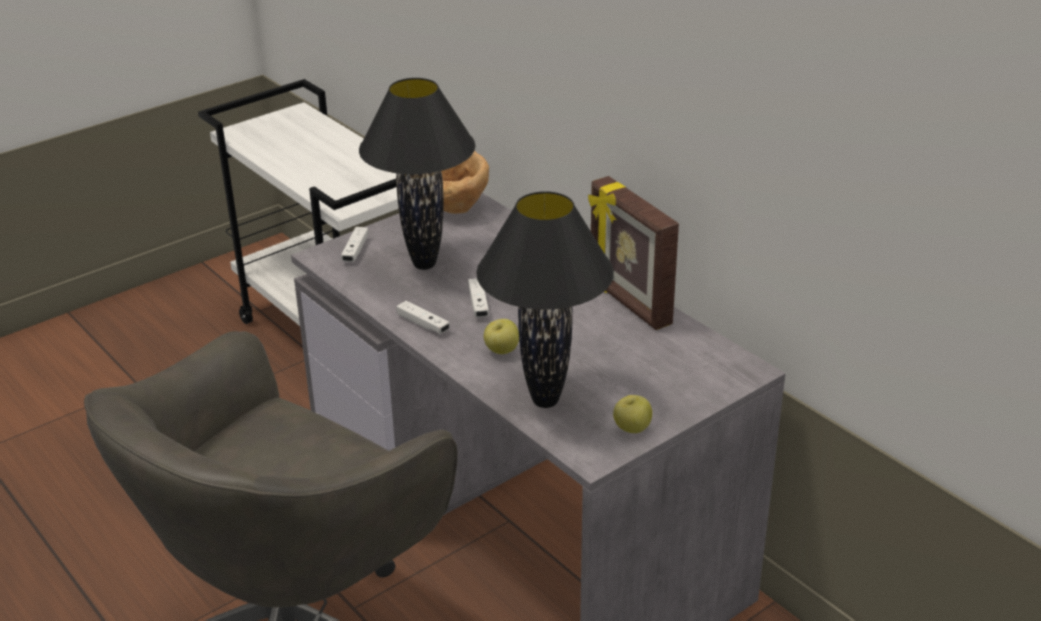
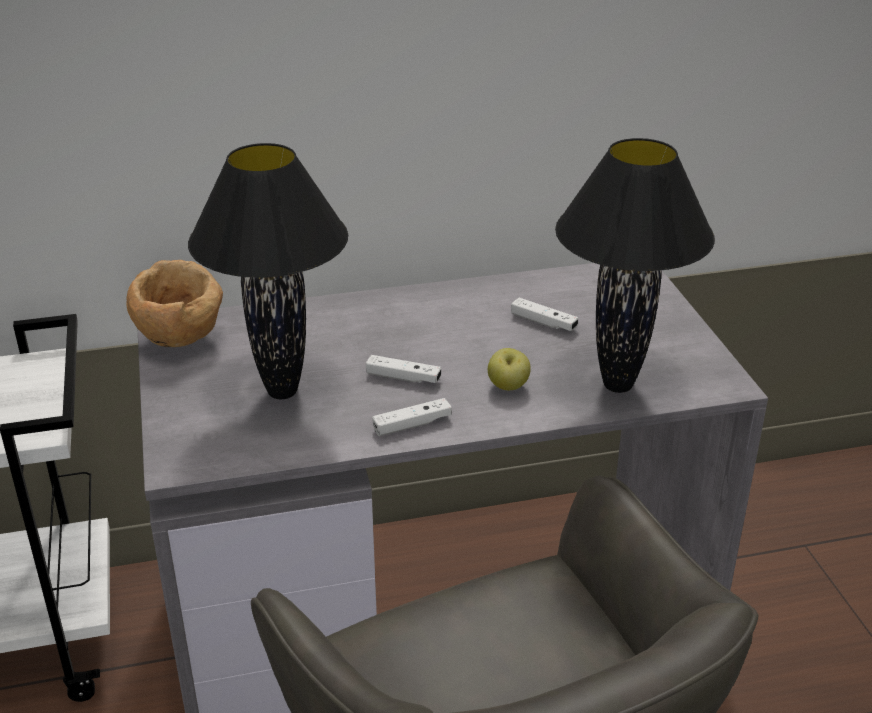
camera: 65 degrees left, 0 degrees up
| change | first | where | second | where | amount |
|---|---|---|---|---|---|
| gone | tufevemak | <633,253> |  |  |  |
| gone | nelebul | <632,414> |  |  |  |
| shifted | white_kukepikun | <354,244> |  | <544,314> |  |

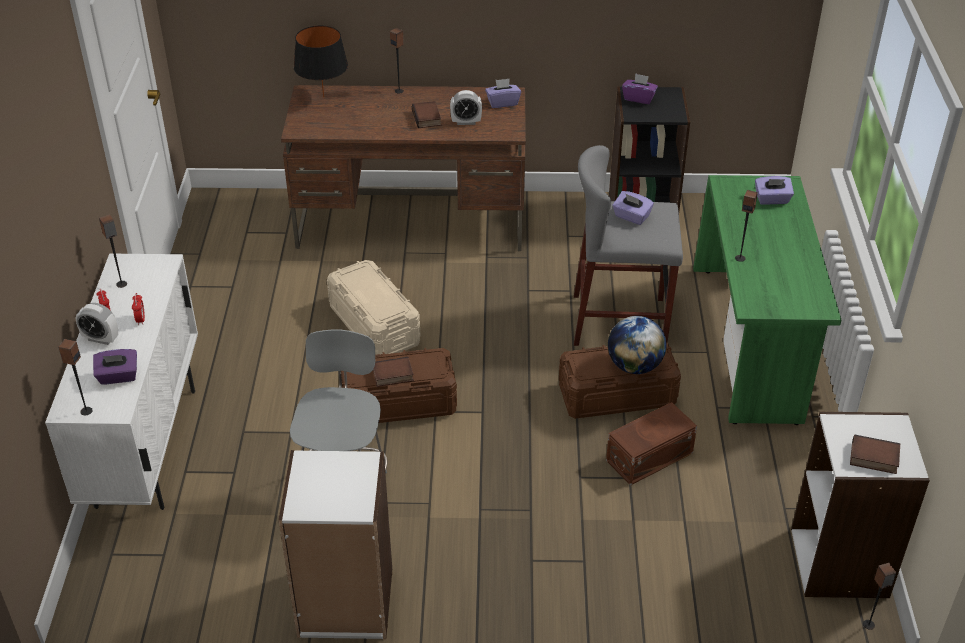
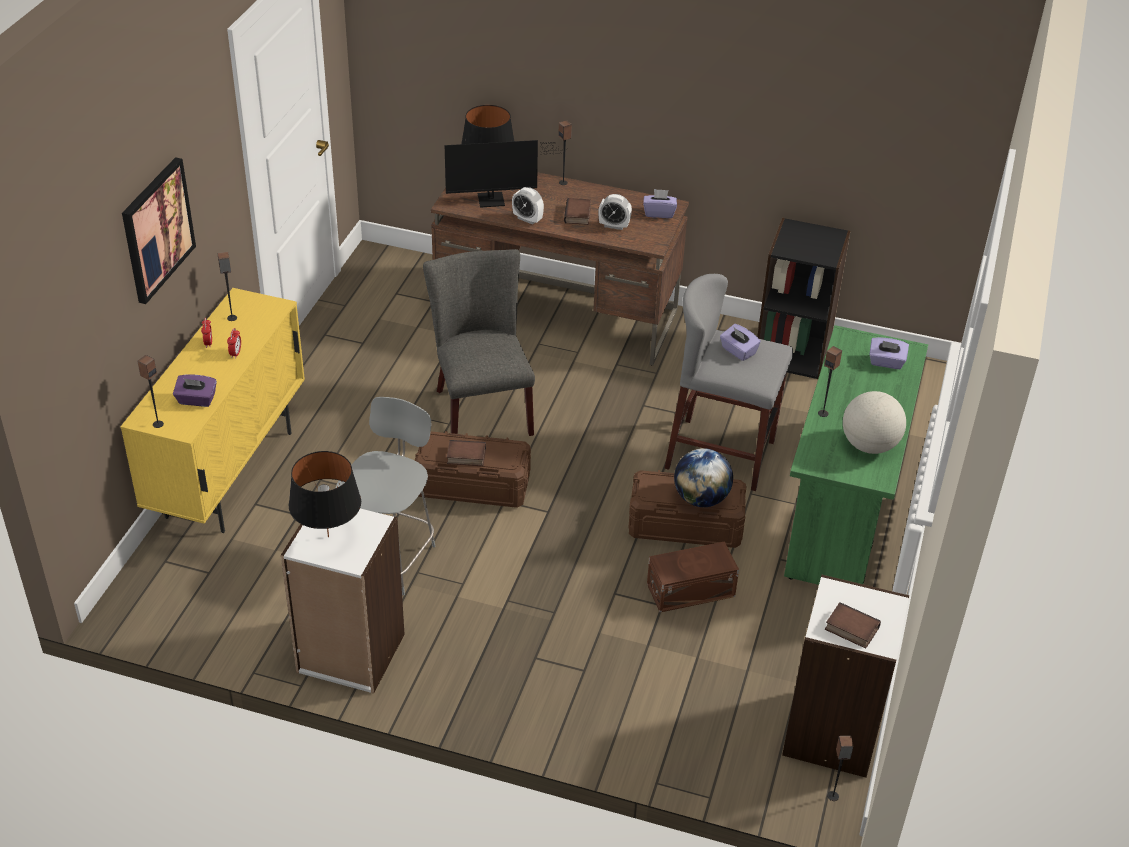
camera: 15 degrees right, 0 degrees up
| change | first | where | second | where | amount |
|---|---|---|---|---|---|
| gone | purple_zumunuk | <640,88> |  |  |  |
| new |  |  | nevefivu | <159,230> |  |
| new |  |  | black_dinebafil | <324,494> |  |
| new |  |  | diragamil | <506,174> |  |
| new |  |  | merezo | <874,422> |  |
| shifted | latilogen | <97,324> |  | <528,206> |  |
| swapped | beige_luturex | <373,307> | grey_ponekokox | <479,342> |  |
| repainted | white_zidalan | <121,382> | yellow_zidalan | <212,410> |  |

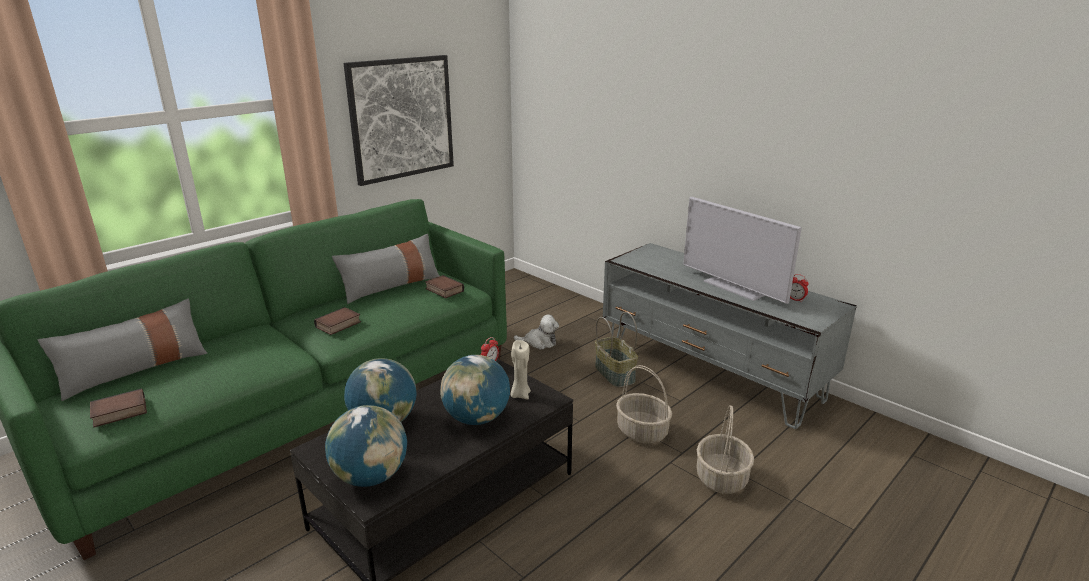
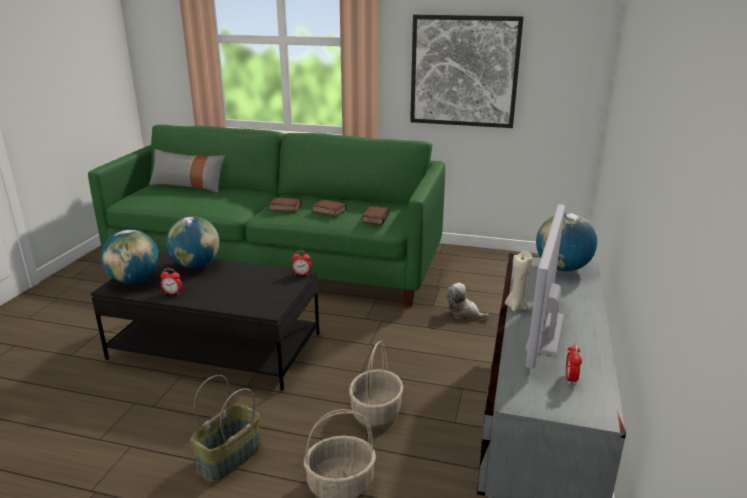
camera: 60 degrees right, 0 degrees up
| change | first | where | second | where | amount |
|---|---|---|---|---|---|
| gone | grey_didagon | <385,269> |  |  |  |
| new |  |  | latilogen | <171,282> |  |
| shifted | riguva | <118,407> |  | <329,208> |  |
| shifted | merezo | <475,390> |  | <566,242> |  |
| shifted | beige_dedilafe | <520,369> |  | <518,281> |  |
| shifted | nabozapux | <616,350> |  | <225,428> |  |
| rotated | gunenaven | <536,332> |  | <467,301> | 150 degrees clockwise |

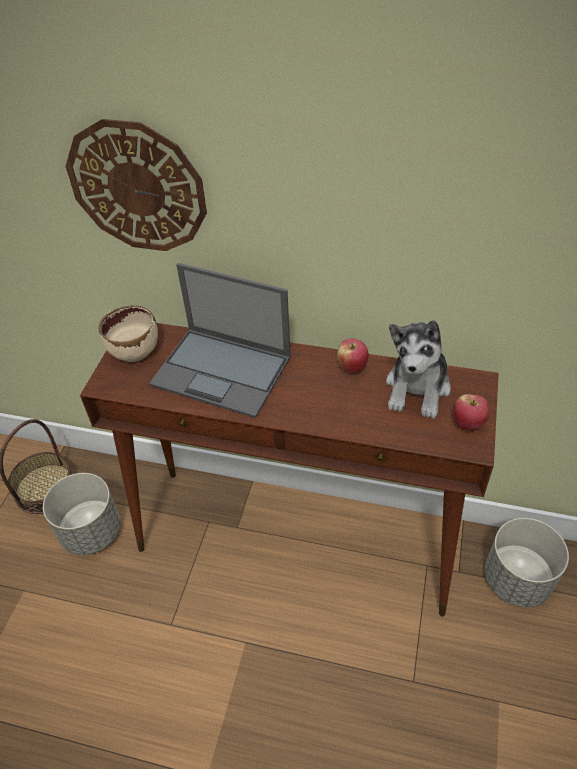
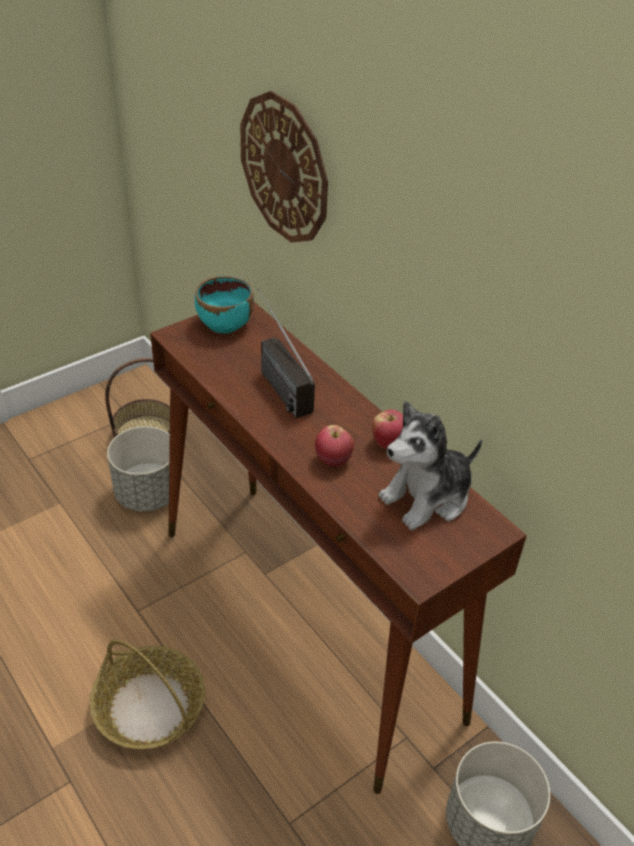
camera: 35 degrees right, 5 degrees down
| change | first | where | second | where | amount |
|---|---|---|---|---|---|
| new |  |  | nabozapux | <147,694> |  |
| shifted | nelebul | <471,412> |  | <334,446> |  |
| swapped | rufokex | <220,340> | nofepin | <286,353> |  |
| repainted | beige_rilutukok | <128,333> | turquoise_rilutukok | <224,304> |  |

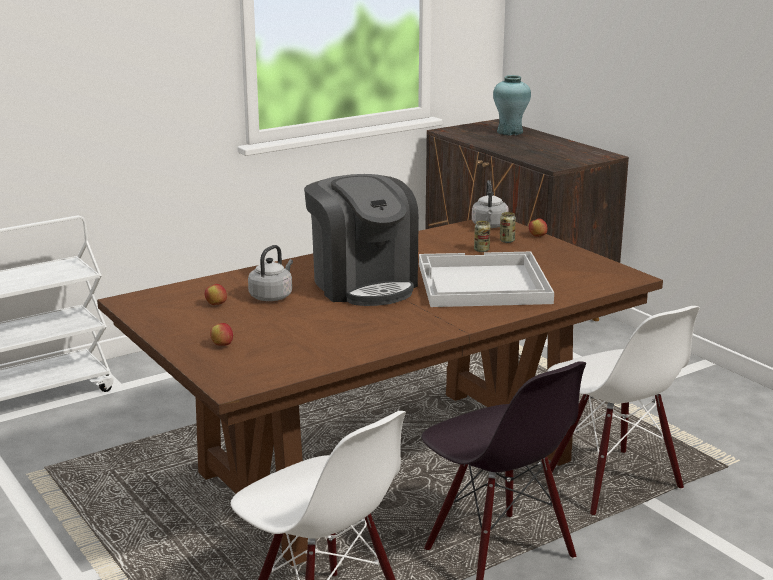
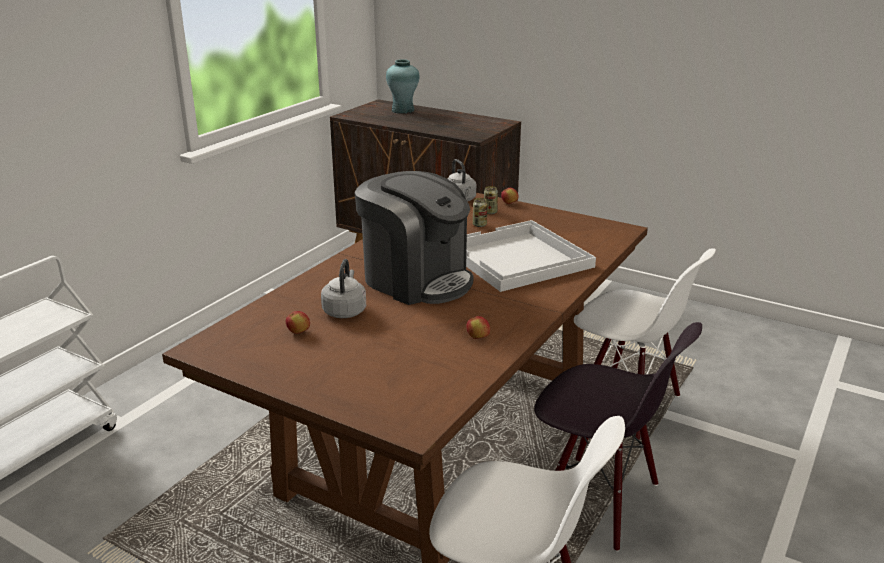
camera: 25 degrees left, 5 degrees up
| change | first | where | second | where | amount |
|---|---|---|---|---|---|
| shifted | nelebul | <221,334> |  | <478,327> |  |

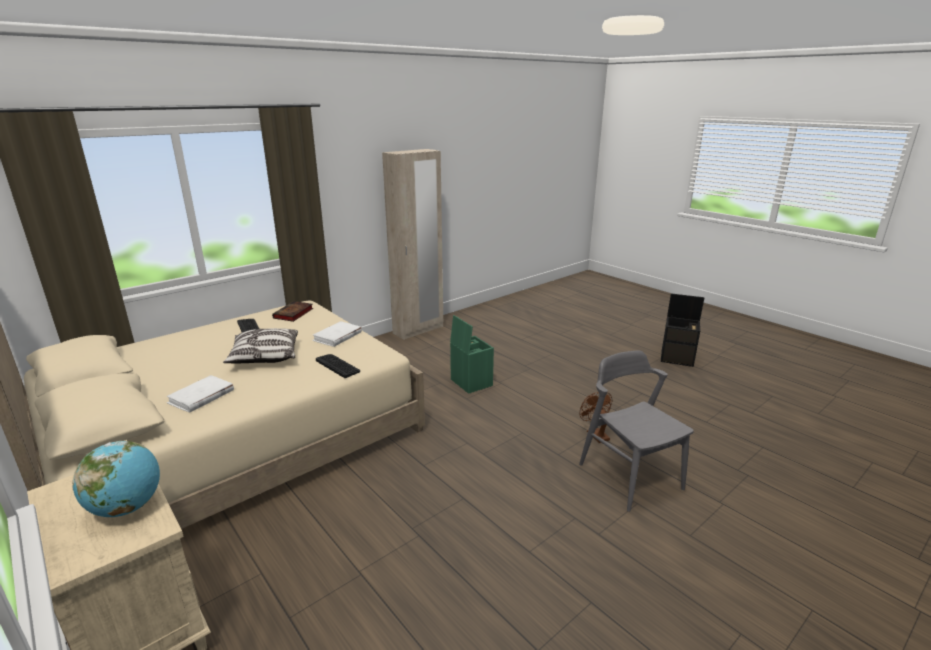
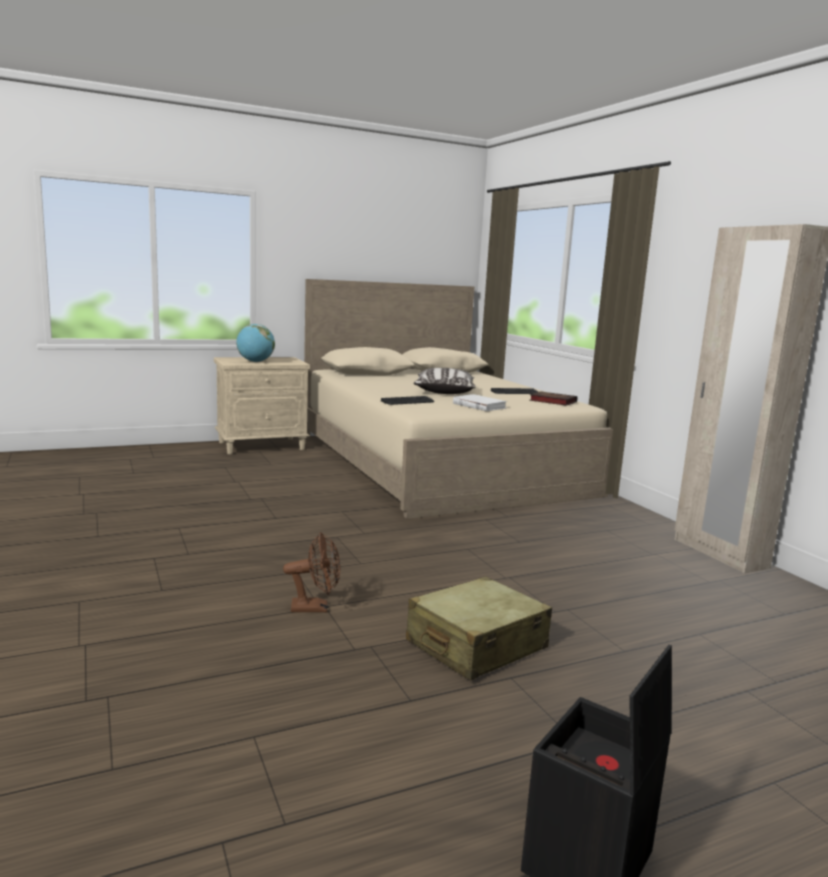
camera: 105 degrees right, 10 degrees down
| change | first | where | second | where | amount |
|---|---|---|---|---|---|
| gone | white_riguva | <200,394> |  |  |  |
| gone | green_luturex | <472,354> |  |  |  |
| gone | grey_ponekokox | <636,431> |  |  |  |
| new |  |  | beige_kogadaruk | <479,628> |  |

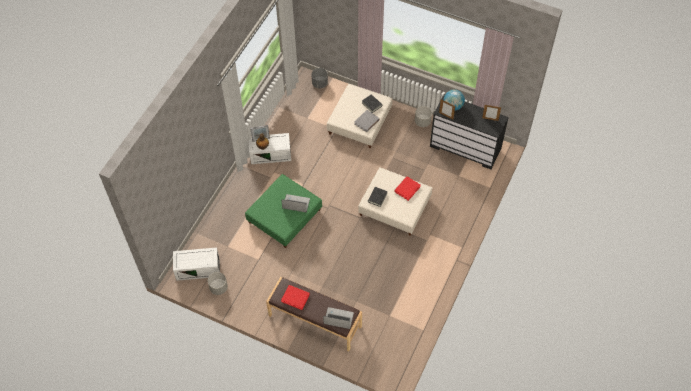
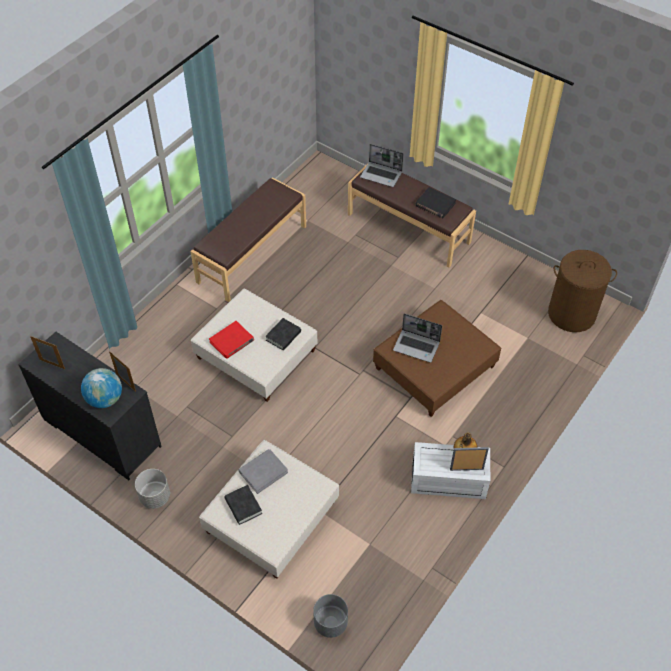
camera: 170 degrees left, 5 degrees down
| change | first | where | second | where | amount |
|---|---|---|---|---|---|
| gone | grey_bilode | <218,283> |  |  |  |
| new |  |  | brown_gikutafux | <248,239> |  |
| swapped | white_luturex | <196,264> | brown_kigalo | <582,291> |  |
| repainted | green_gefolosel | <283,211> | brown_gefolosel | <437,358> |  |
| repainted | red_riguva | <295,297> | black_riguva | <436,202> |  |

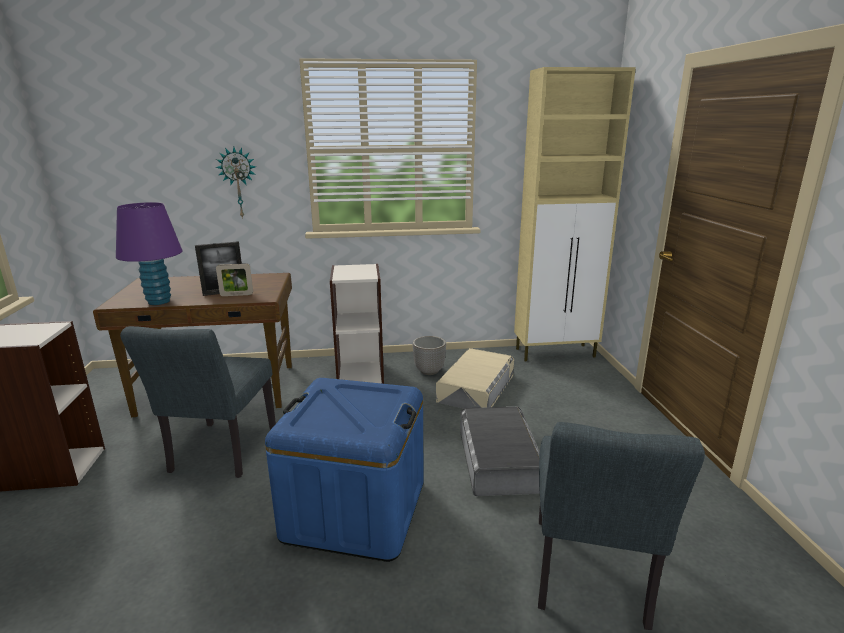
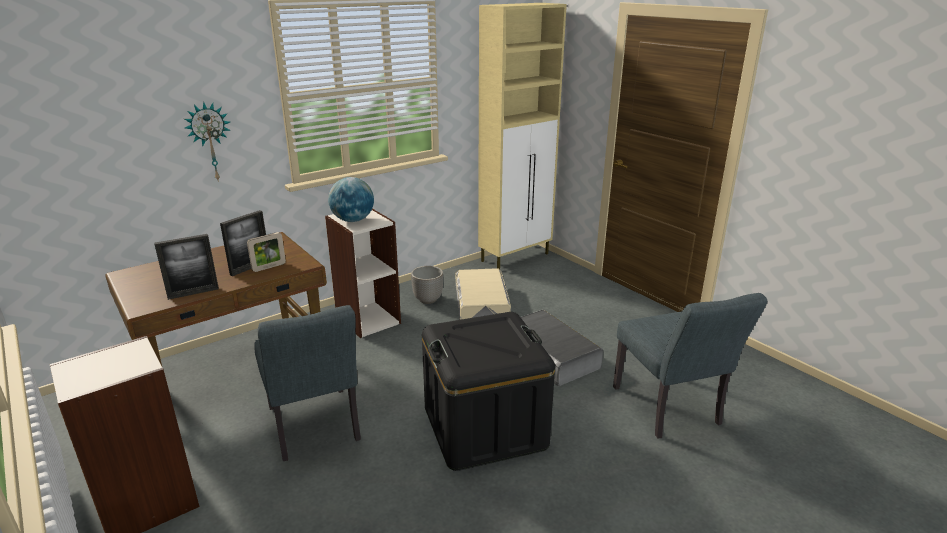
camera: 30 degrees left, 5 degrees up
| change | first | where | second | where | amount |
|---|---|---|---|---|---|
| new |  |  | merezo | <351,199> |  |
| swapped | purple_dinebafil | <149,253> | tufevemak | <186,267> |  |
| repainted | blue_luturex | <344,470> | black_luturex | <488,391> |  |

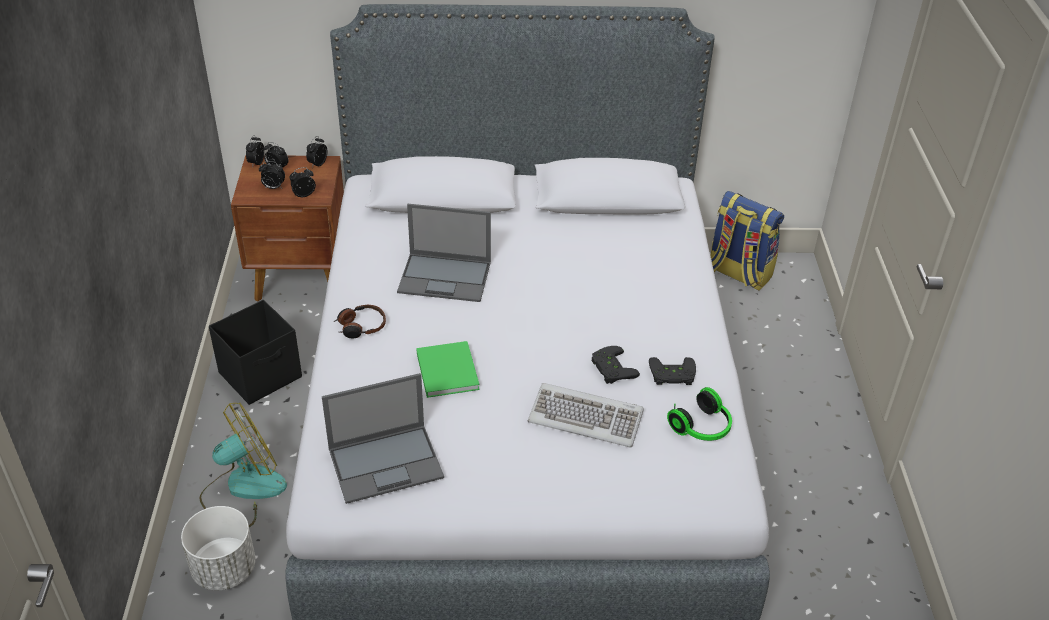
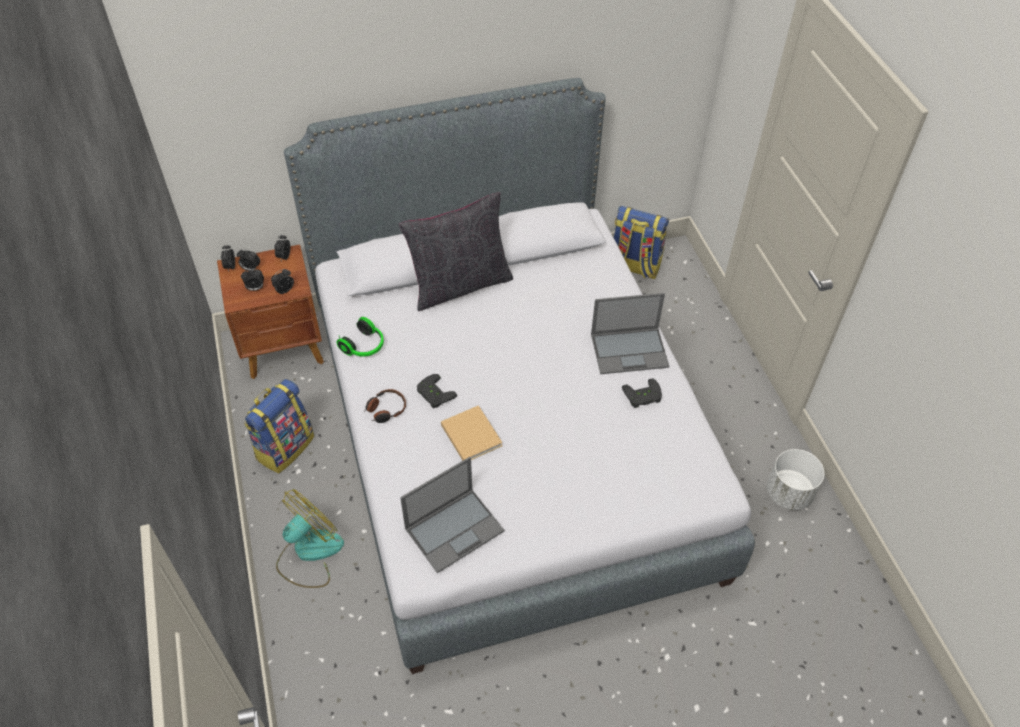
camera: 15 degrees left, 10 degrees up
| change | first | where | second | where | amount |
|---|---|---|---|---|---|
| gone | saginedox | <586,415> |  |  |  |
| new |  |  | black_didagon | <456,251> |  |
| shifted | white_bilode | <218,548> |  | <796,479> |  |
| shifted | rufokex | <444,253> |  | <630,333> |  |
| shifted | black_kukepikun | <616,365> |  | <437,391> |  |
| shifted | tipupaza | <699,414> |  | <360,337> |  |
| swapped | black_luturex | <255,352> | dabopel | <279,426> |  |
| repainted | green_riguva | <448,369> | beige_riguva | <472,433> |  |

